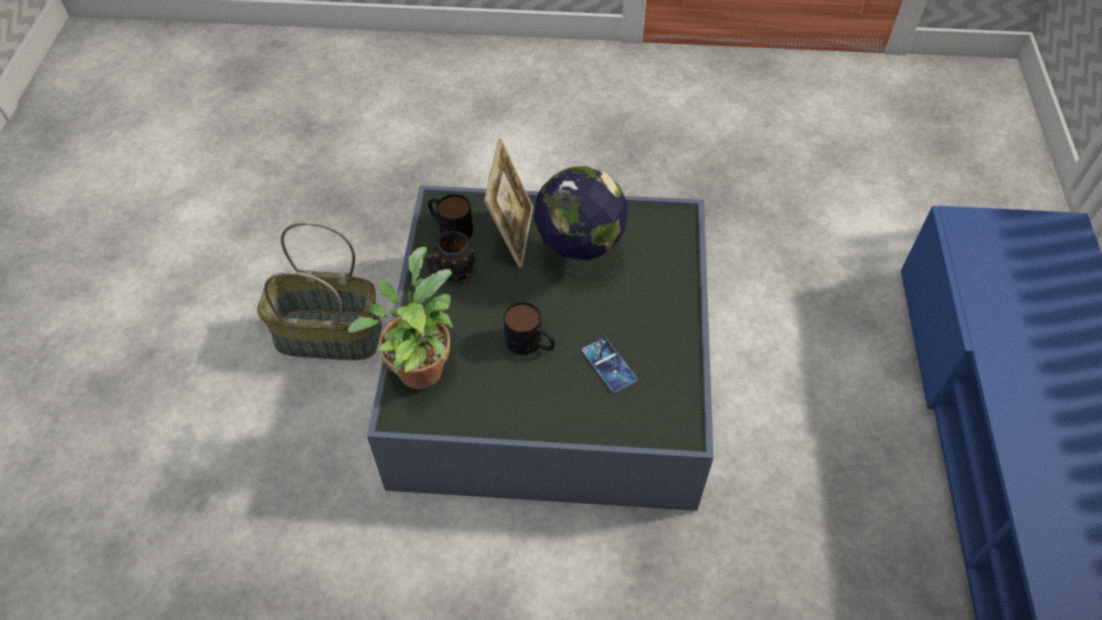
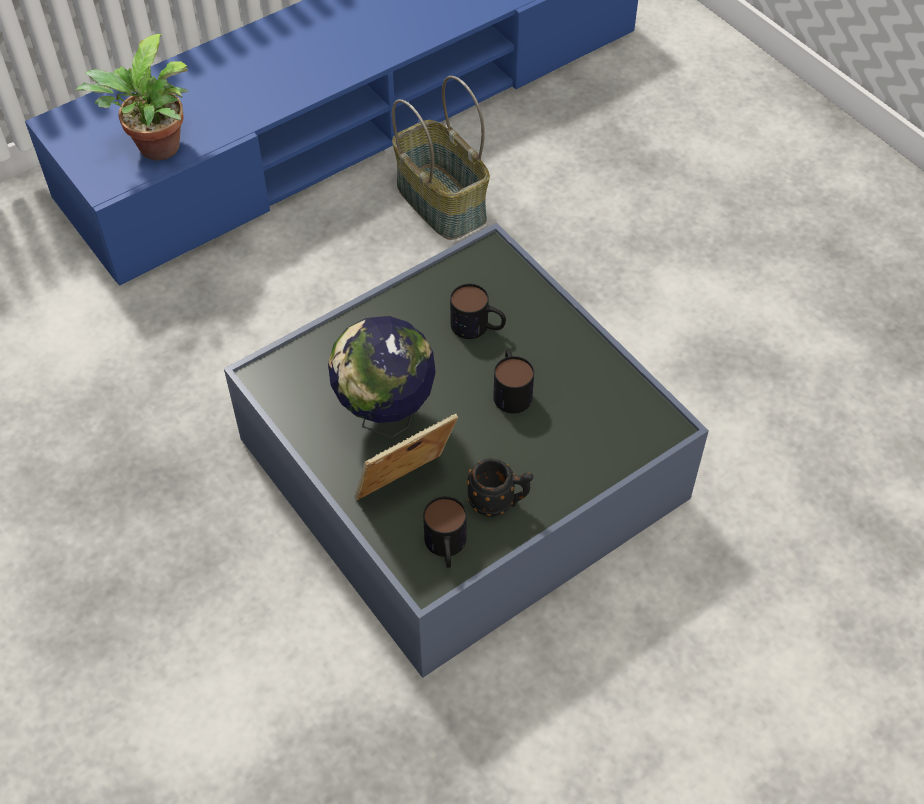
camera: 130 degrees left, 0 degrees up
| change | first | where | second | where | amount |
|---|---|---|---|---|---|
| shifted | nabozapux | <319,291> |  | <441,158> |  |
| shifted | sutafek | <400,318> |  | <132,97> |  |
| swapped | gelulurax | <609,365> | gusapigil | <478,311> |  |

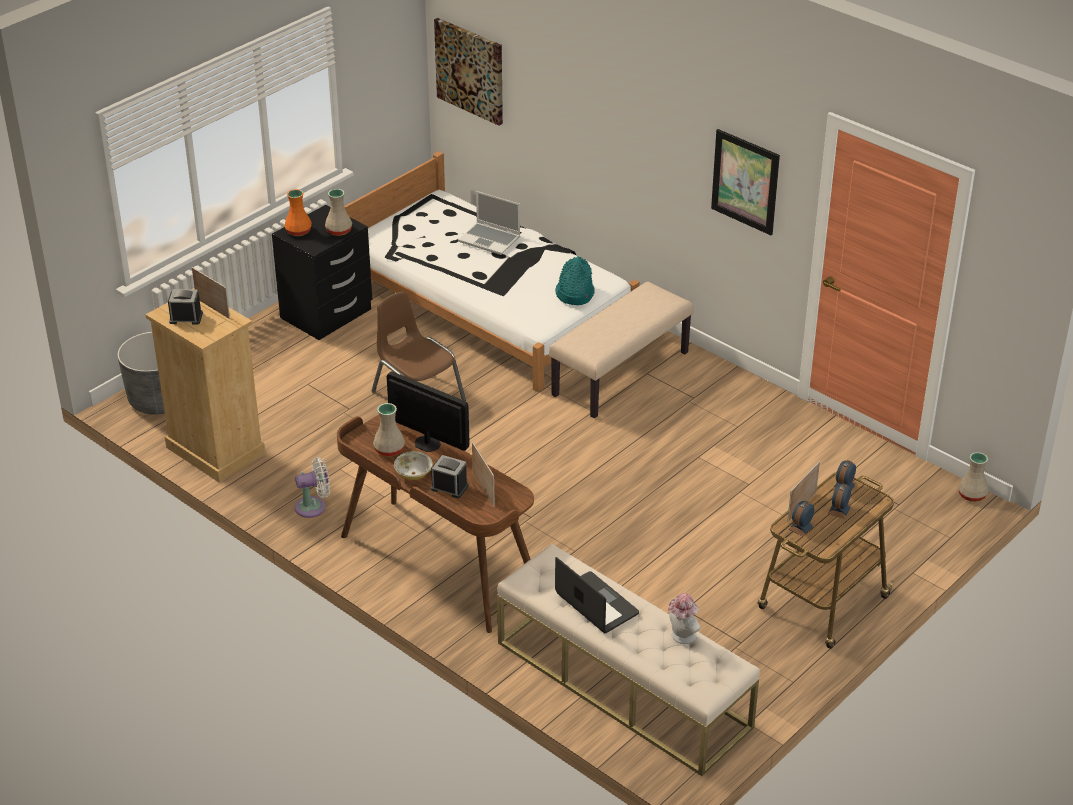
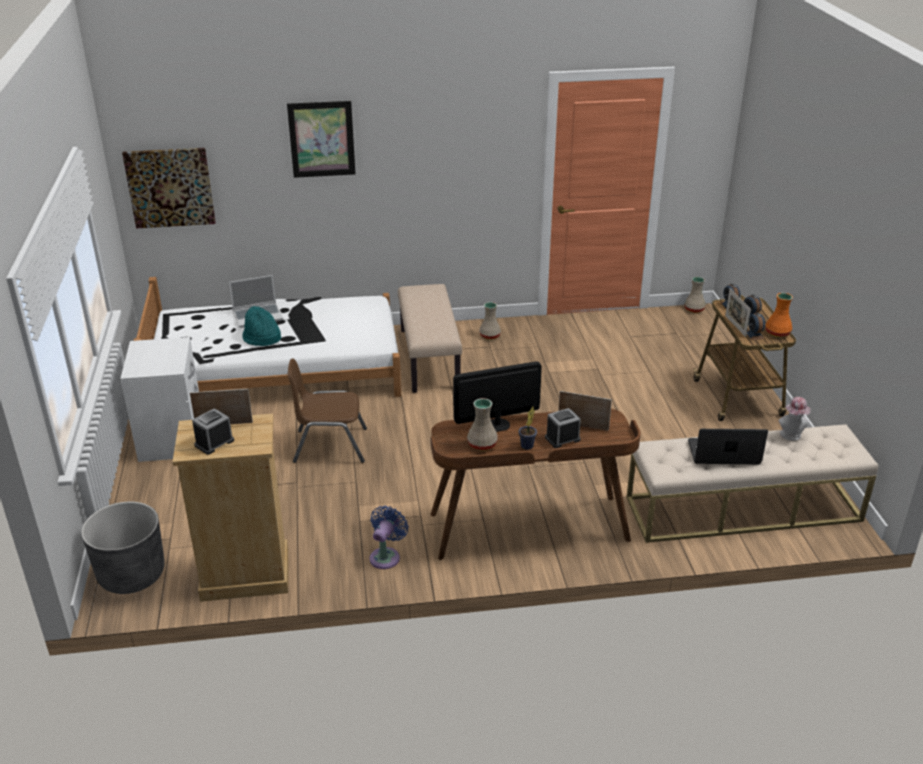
camera: 50 degrees left, 5 degrees down
| change | first | where | second | where | amount |
|---|---|---|---|---|---|
| shifted | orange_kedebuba | <298,212> |  | <779,315> |  |
| shifted | beige_kedebuba | <338,212> |  | <490,321> |  |
| shifted | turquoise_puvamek | <575,280> |  | <261,326> |  |
| shifted | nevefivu | <745,182> |  | <321,139> |  |
| swapped | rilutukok | <413,465> | sutafek | <527,428> |  |
| repainted | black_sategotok | <322,272> | white_sategotok | <159,399> |  |
| repainted | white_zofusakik | <312,487> | blue_zofusakik | <389,537> |  |

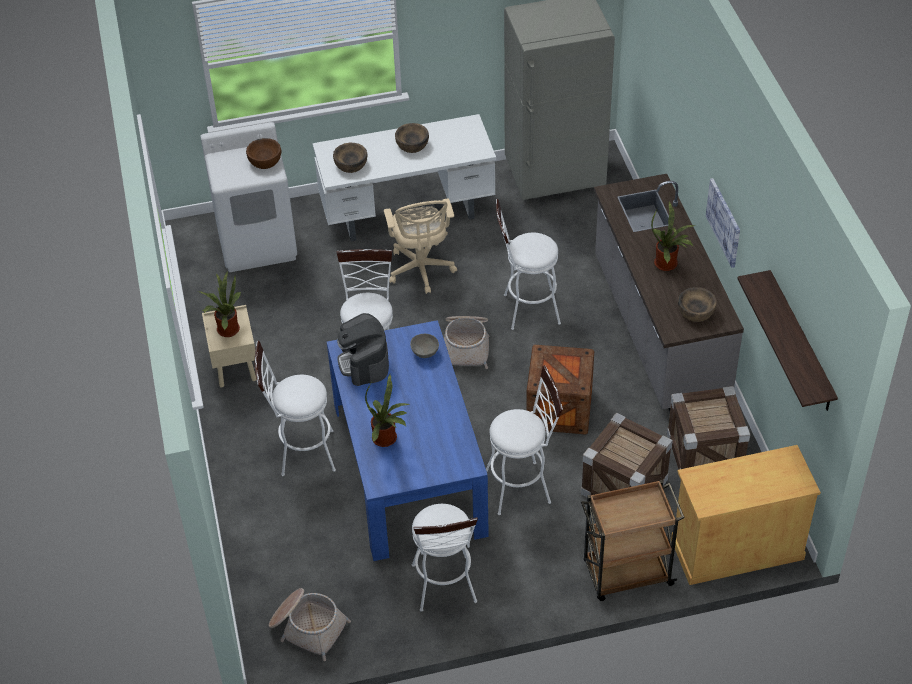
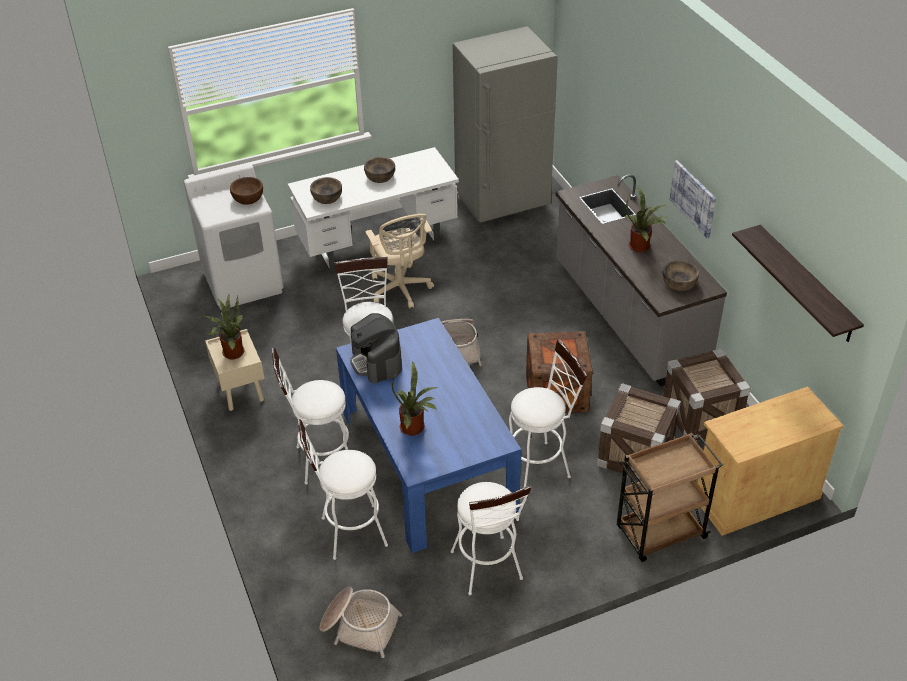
camera: 10 degrees left, 5 degrees down
| change | first | where | second | where | amount |
|---|---|---|---|---|---|
| gone | grey_rilutukok | <424,346> |  |  |  |
| shifted | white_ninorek | <528,264> |  | <343,489> |  |

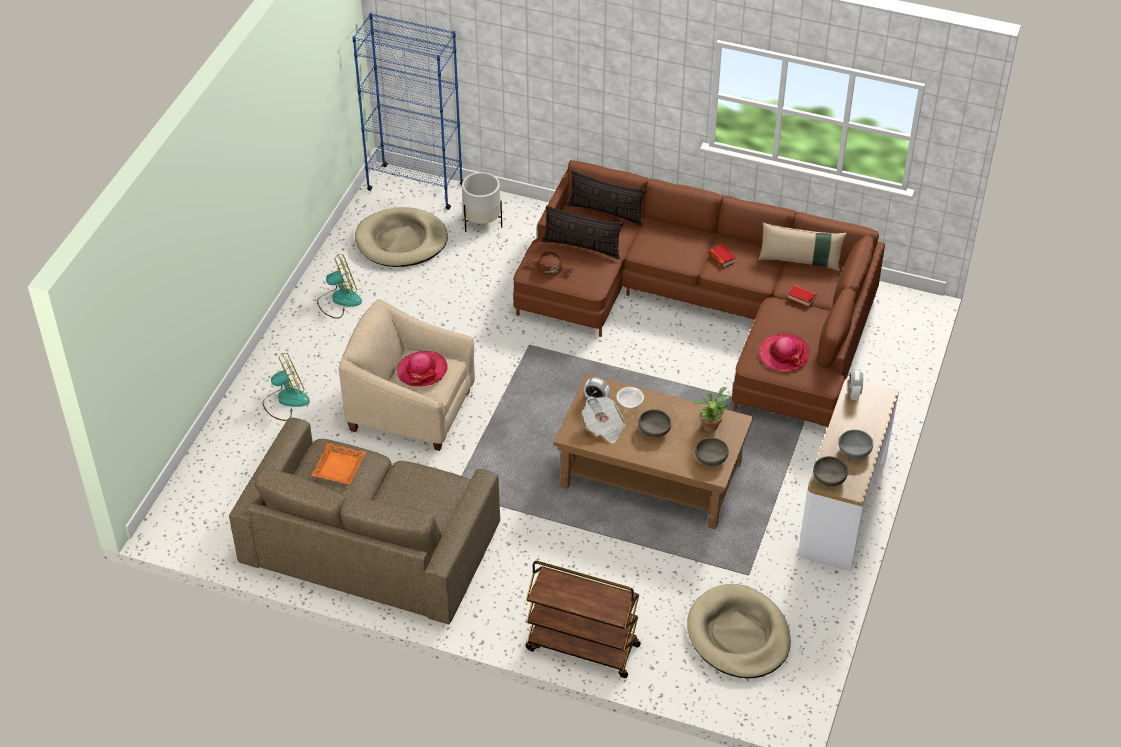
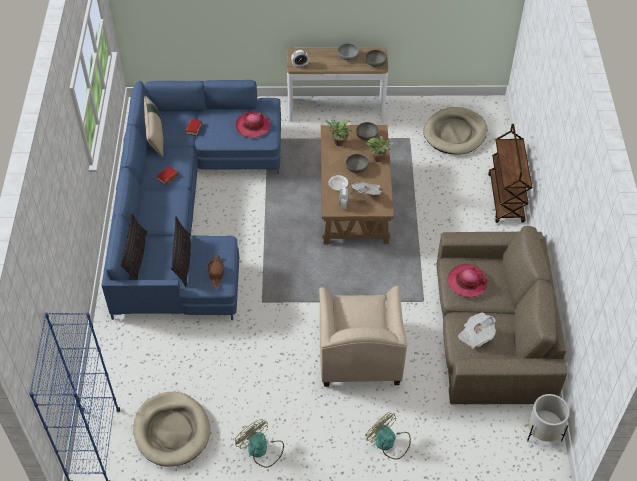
camera: 110 degrees left, 5 degrees up
| change | first | where | second | where | amount |
|---|---|---|---|---|---|
| new |  |  | sutafek | <381,149> |  |
| shifted | puvamek | <422,369> |  | <467,281> |  |
| shifted | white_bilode | <482,202> |  | <548,418> |  |
| swapped | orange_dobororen | <338,464> | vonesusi | <477,331> |  |
| repainted | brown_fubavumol | <699,293> | blue_fubavumol | <191,200> |  |

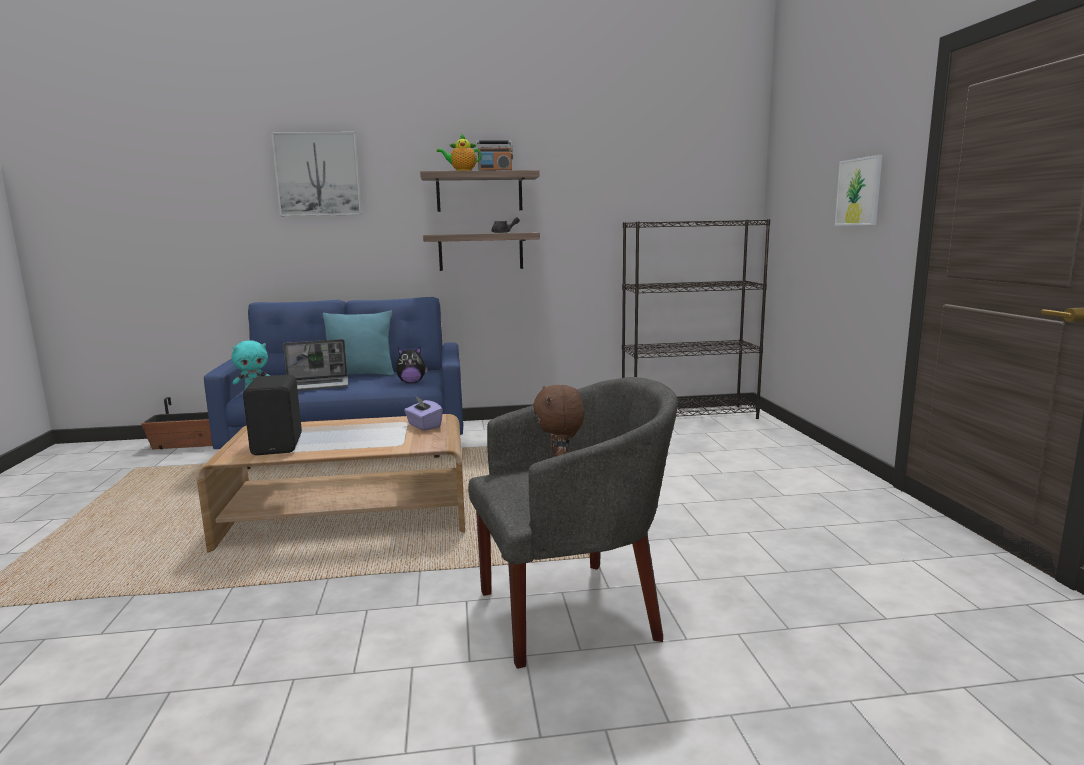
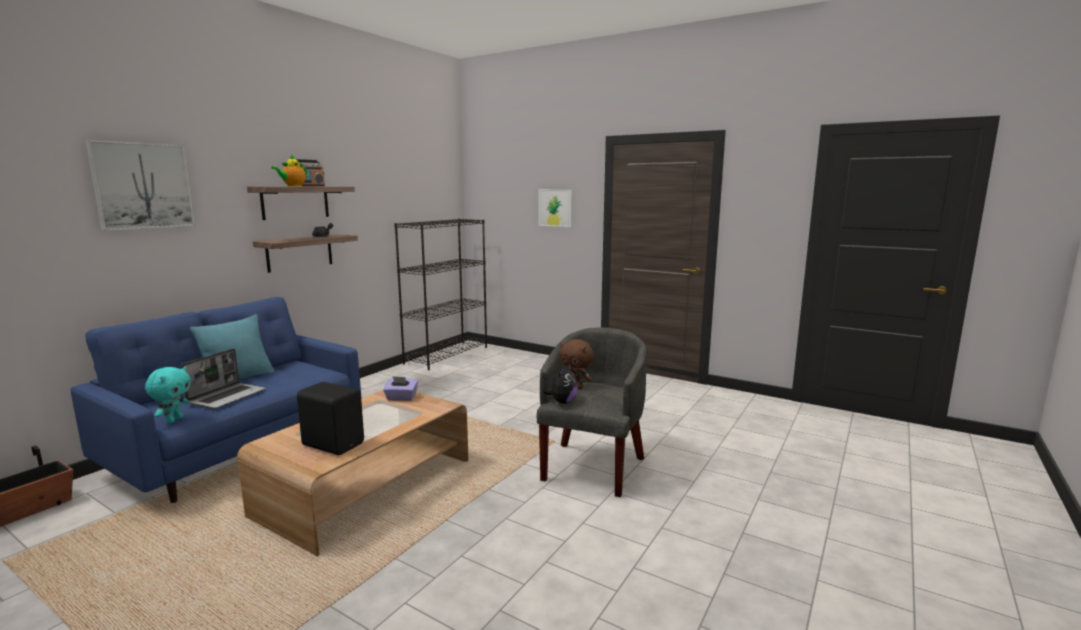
camera: 50 degrees left, 0 degrees up
| change | first | where | second | where | amount |
|---|---|---|---|---|---|
| shifted | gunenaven | <412,365> |  | <560,383> |  |

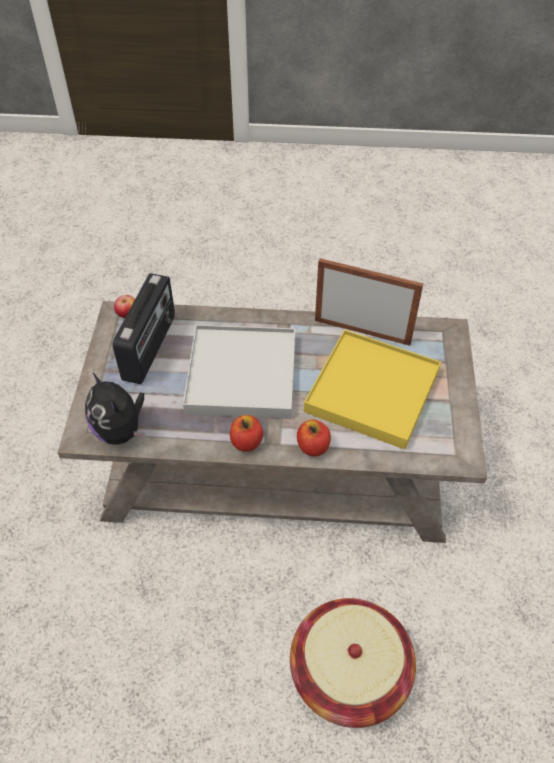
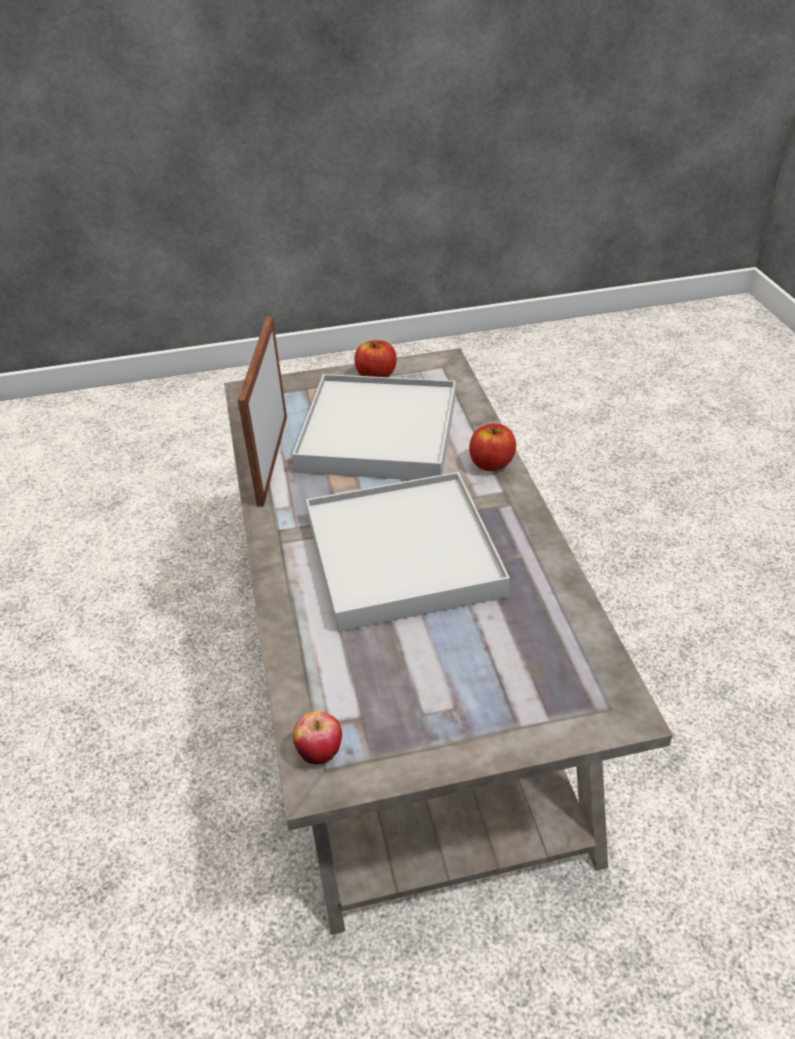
camera: 105 degrees left, 10 degrees down
| change | first | where | second | where | amount |
|---|---|---|---|---|---|
| gone | gunenaven | <115,408> |  |  |  |
| gone | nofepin | <144,328> |  |  |  |
| gone | nabozapux | <353,663> |  |  |  |
| shifted | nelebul | <246,433> |  | <376,358> |  |
| repainted | yellow_dobororen | <372,389> | white_dobororen | <374,427> |  |

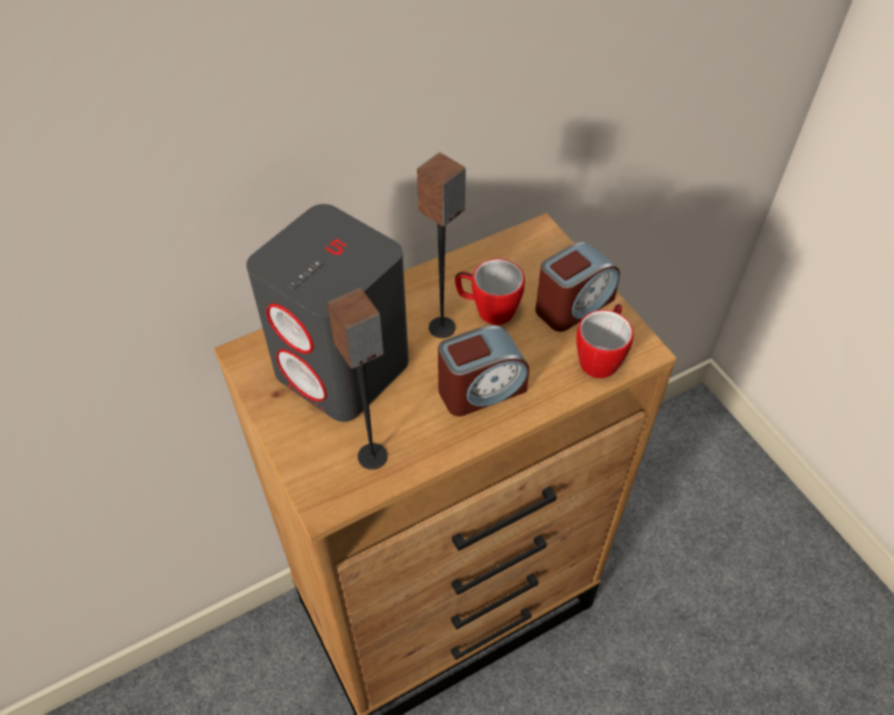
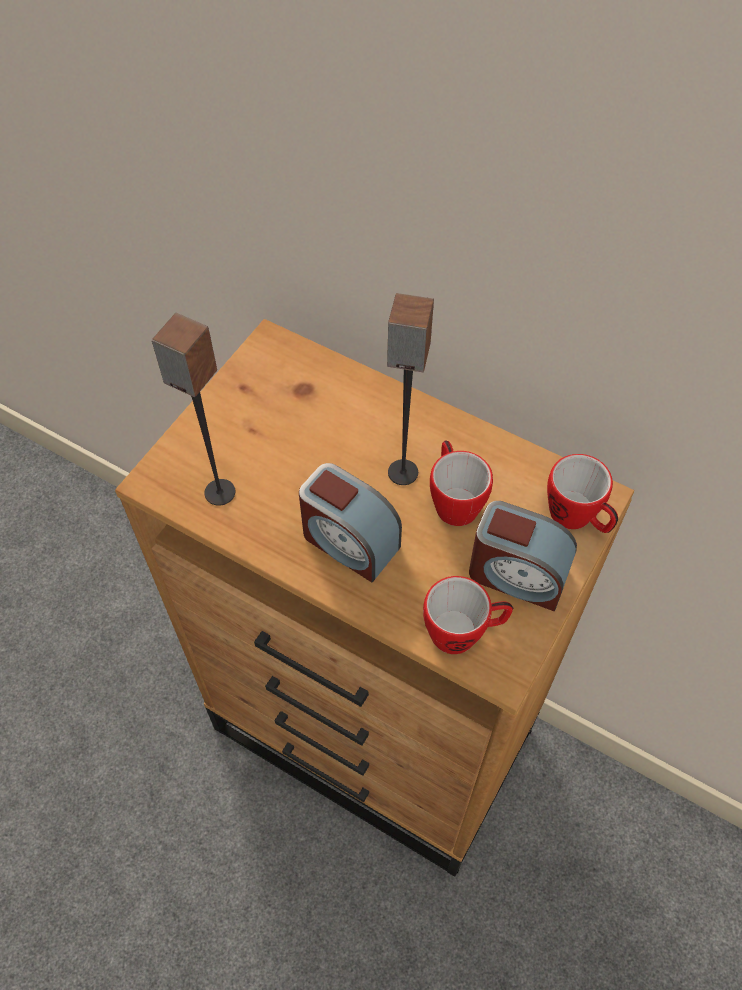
camera: 60 degrees right, 5 degrees up
| change | first | where | second | where | amount |
|---|---|---|---|---|---|
| gone | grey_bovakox | <327,313> |  |  |  |
| new |  |  | gusapigil | <582,493> |  |

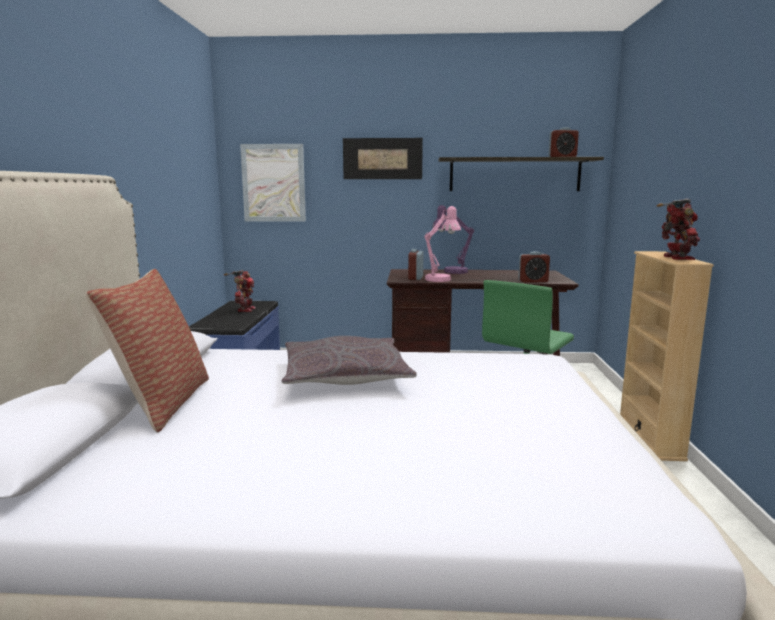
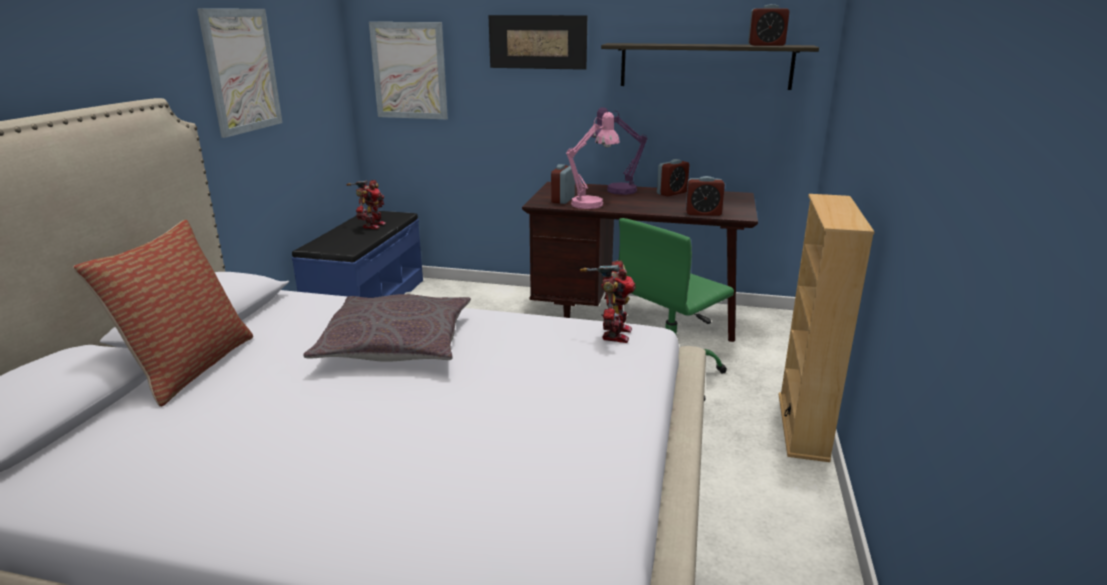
camera: 10 degrees right, 10 degrees up
| change | first | where | second | where | amount |
|---|---|---|---|---|---|
| new |  |  | nevefivu | <240,73> |  |
| new |  |  | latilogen | <673,178> |  |
| shifted | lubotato | <678,229> |  | <608,301> |  |

